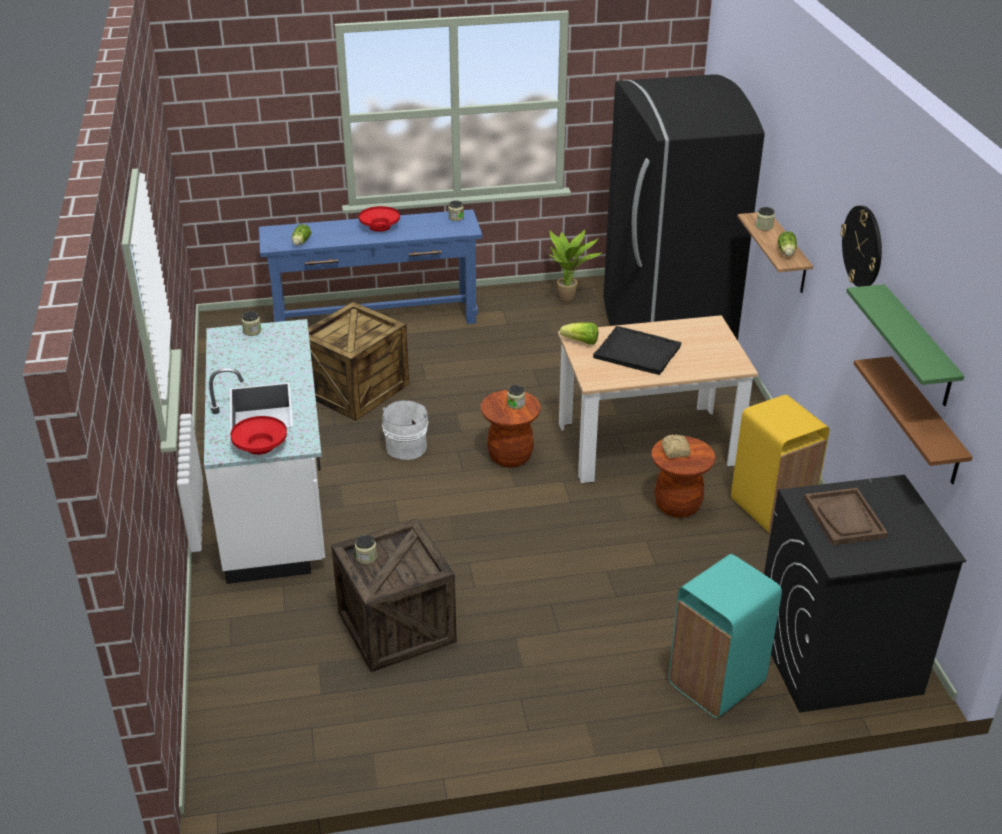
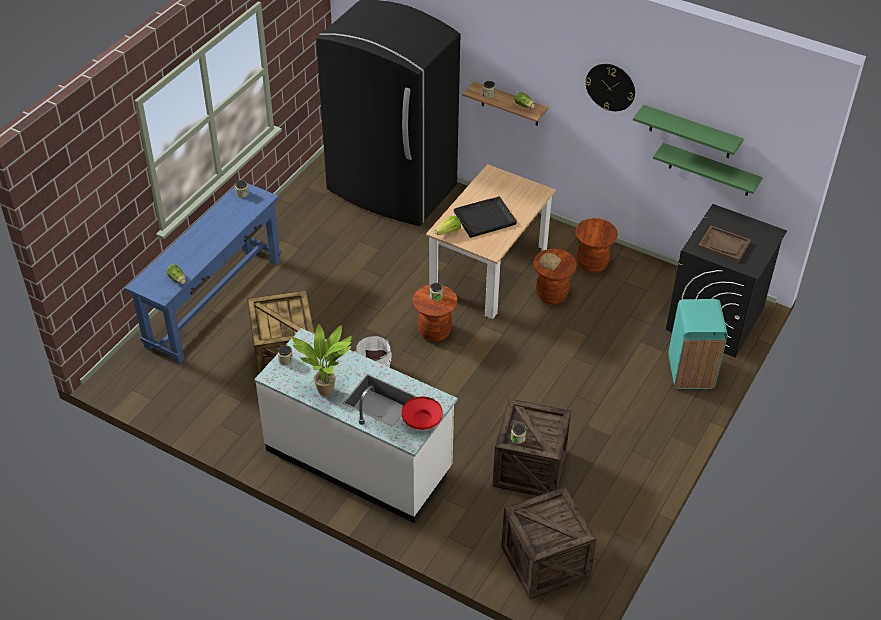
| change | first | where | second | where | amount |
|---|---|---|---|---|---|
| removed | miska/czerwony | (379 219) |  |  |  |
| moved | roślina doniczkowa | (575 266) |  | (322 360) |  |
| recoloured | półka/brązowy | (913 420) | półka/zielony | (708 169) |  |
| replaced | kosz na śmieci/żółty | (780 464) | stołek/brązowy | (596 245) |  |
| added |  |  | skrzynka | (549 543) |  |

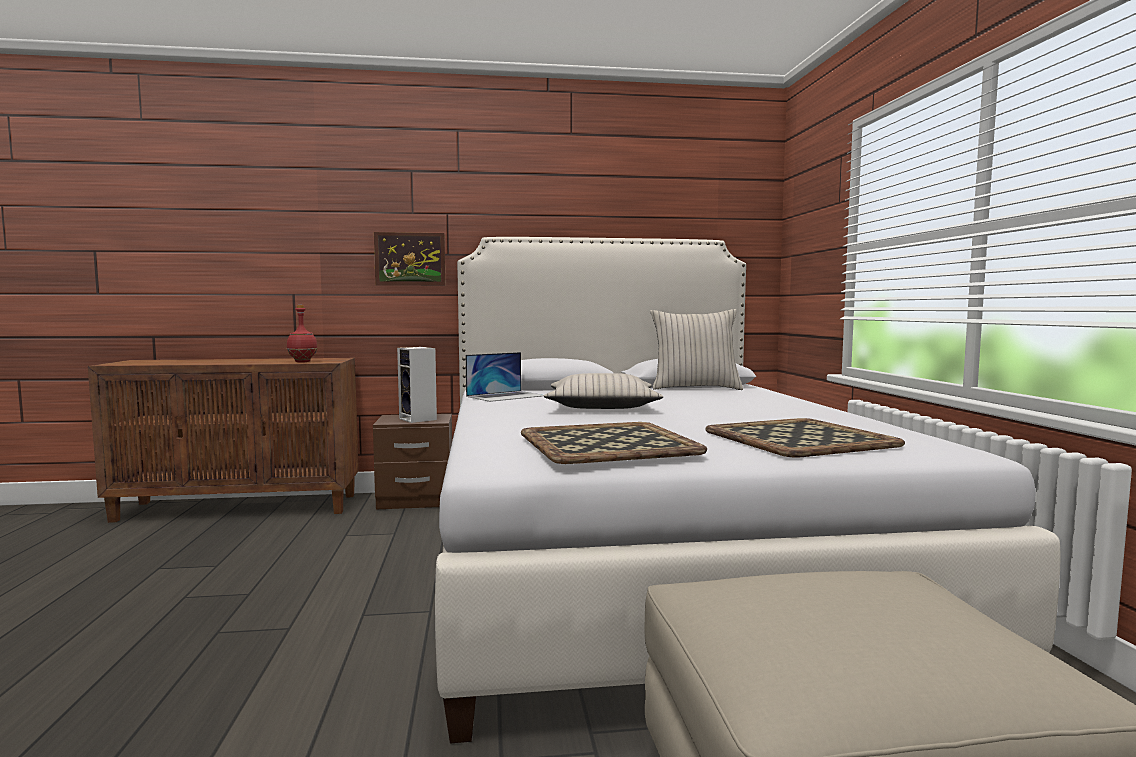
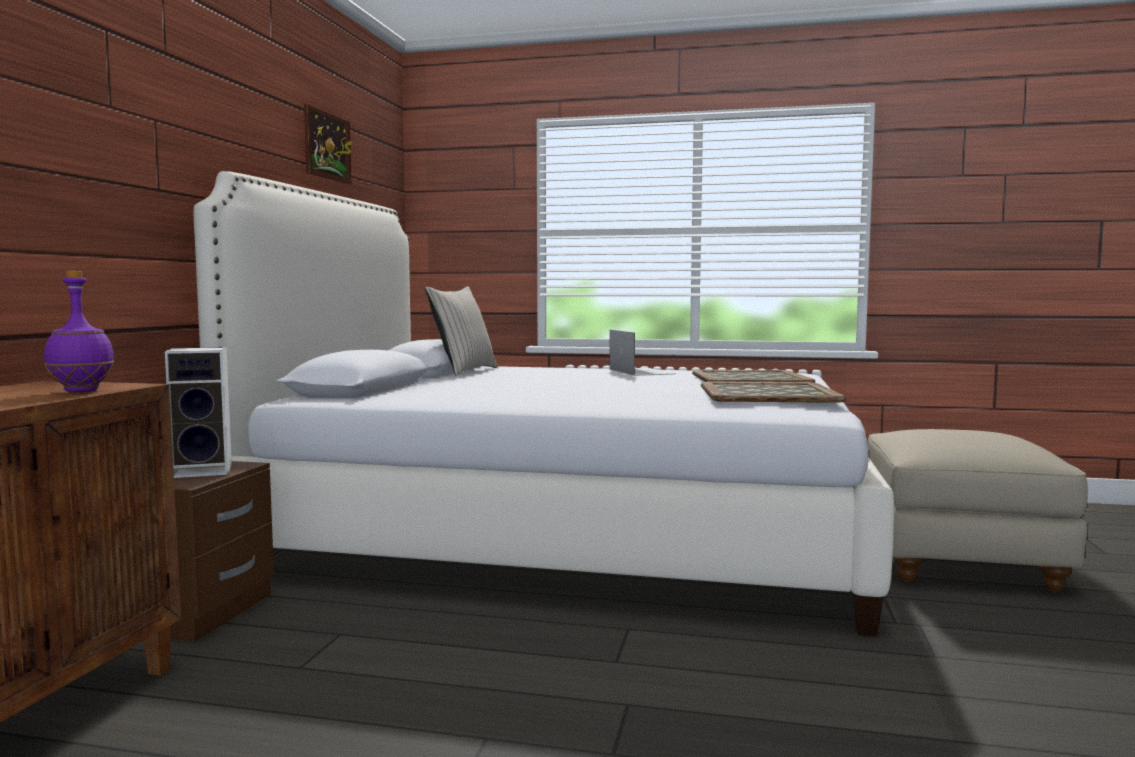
| change | first | where | second | where | amount |
|---|---|---|---|---|---|
| moved | obraz | (410 259) |  | (328 144) |  |
| recoloured | butelka/czerwony | (302 334) | butelka/fioletowy | (79 331) |  |
| moved | laptop | (505 377) |  | (643 353) |  |
| removed | poduszka/beżowy | (603 391) |  |  |  |

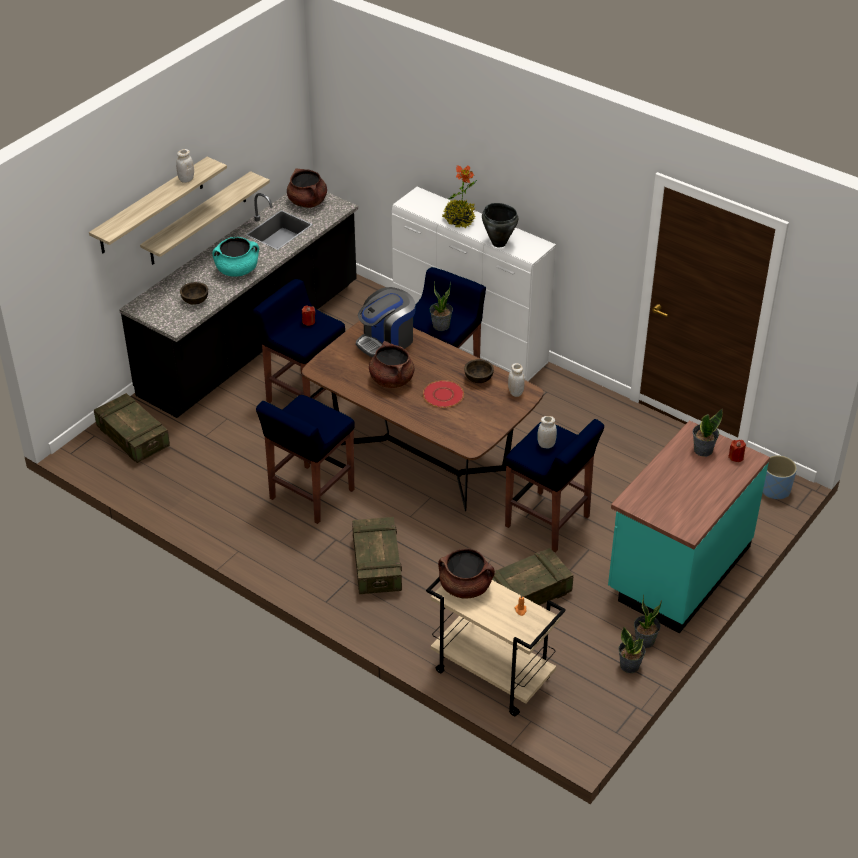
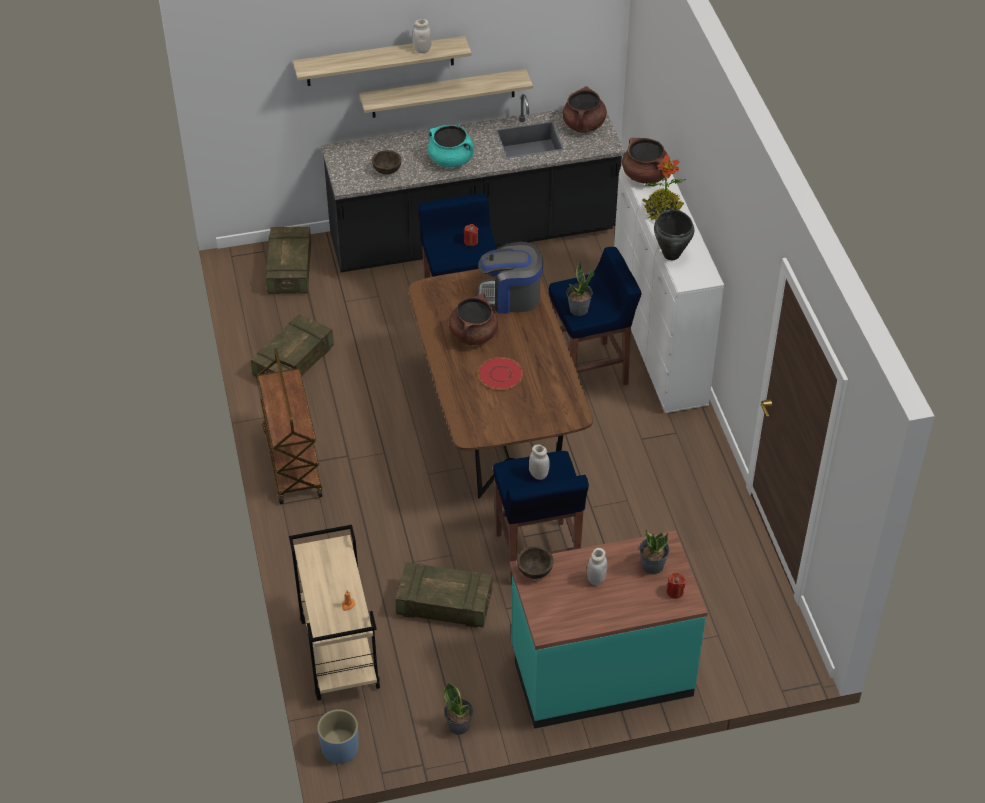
| change | first | where | second | where | amount |
|---|---|---|---|---|---|
| moved | miska/brązowy | (479 371) |  | (535 562) |  |
| moved | słoik/biały | (516 380) |  | (597 566) |  |
| removed | stołek/niebieski | (305 459) |  |  |  |
| moved | donica/niebieski | (780 477) |  | (337 736) |  |
| moved | skrzynka | (377 555) |  | (292 345) |  |
| moved | garnek/brązowy | (466 573) |  | (646 161) |  |
| removed | roślina doniczkowa | (648 621) |  |  |  |
| added |  |  | wózek/brązowy | (290 426) |  |

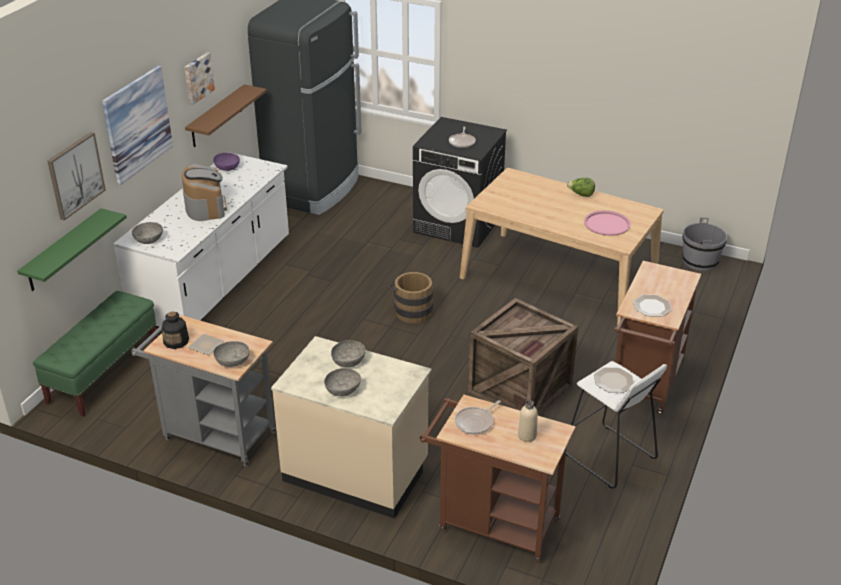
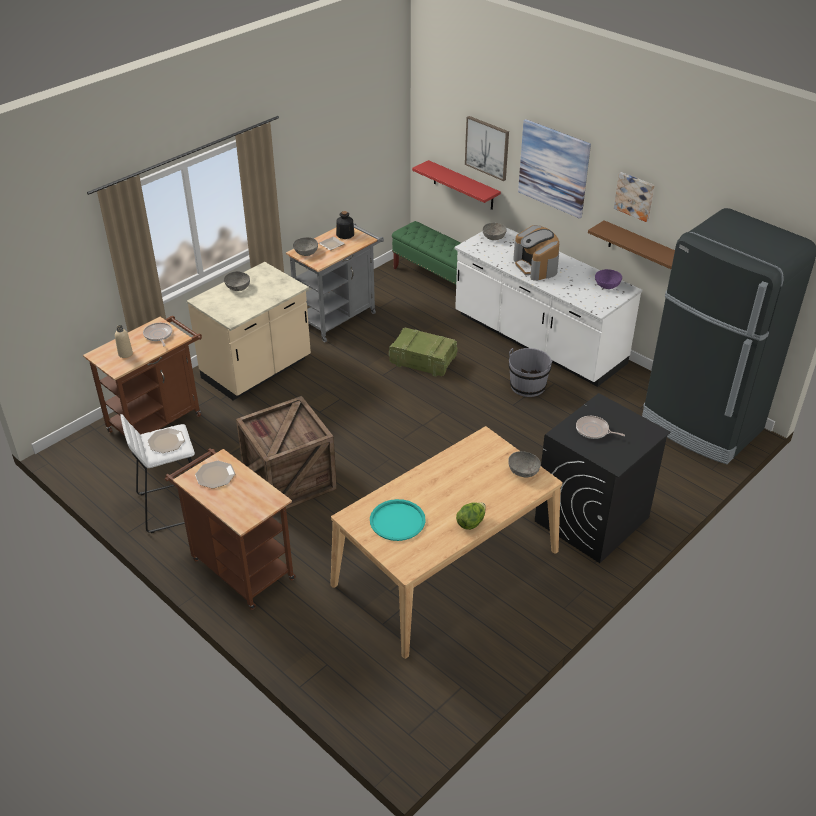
| change | first | where | second | where | amount |
|---|---|---|---|---|---|
| turned | ekspres do kawy | (204 192) |  | (536 253) | 60 degrees clockwise |
| recoloured | półka/zielony | (72 249) | półka/czerwony | (456 185) |  |
| recoloured | taca/różowy | (607 223) | taca/turkusowy | (398 520) |  |
| moved | wiadro/szary | (704 244) |  | (531 372) |  |
| removed | wiadro/brązowy | (410 297) |  |  |  |
| moved | miska/szary | (348 353) |  | (524 464) |  |
| added |  |  | skrzynka | (423 352) |  |

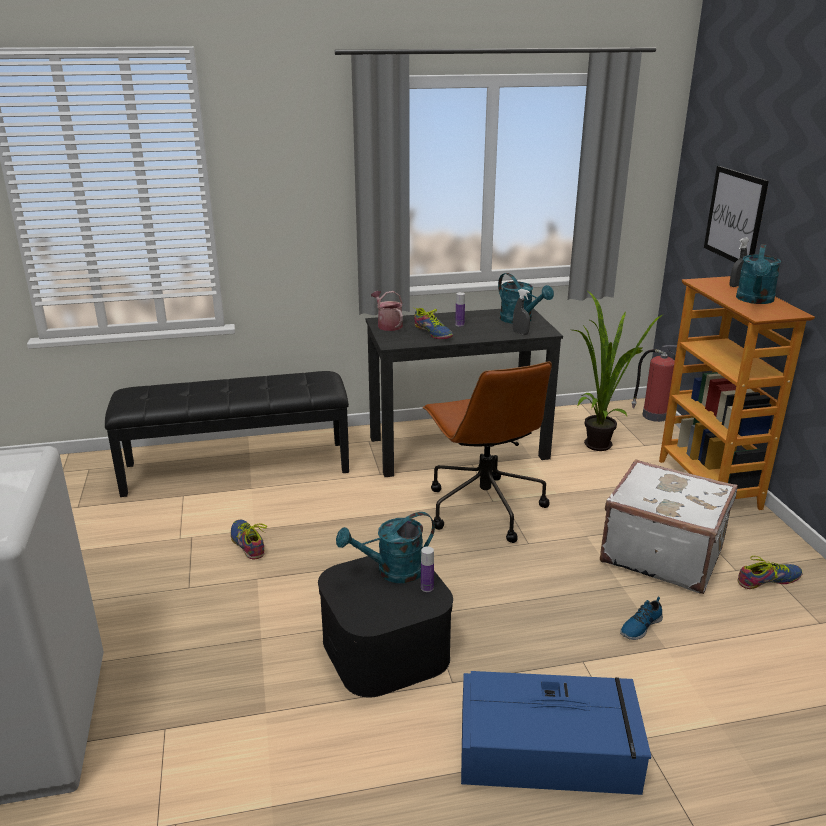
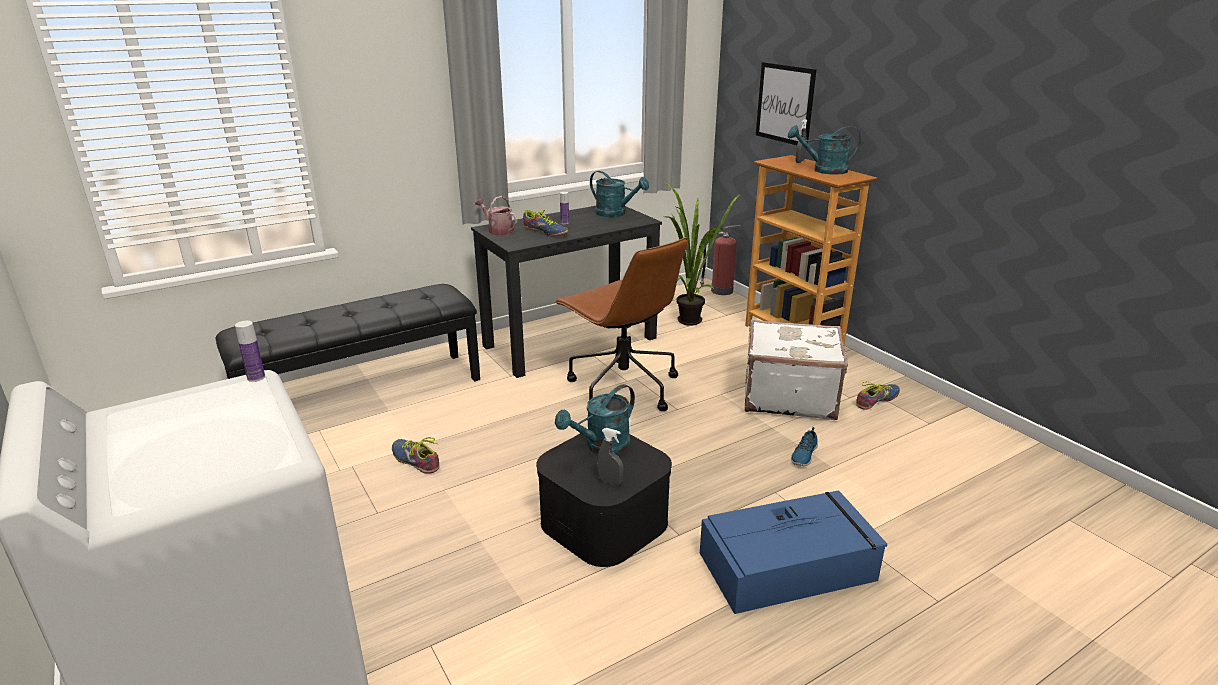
| change | first | where | second | where | amount |
|---|---|---|---|---|---|
| turned | konewka/turkusowy | (758 274) |  | (824 150) | 90 degrees clockwise |
| moved | spryskiwacz/szary | (521 312) |  | (610 457) |  |
| moved | butelka | (427 569) |  | (250 351) |  |

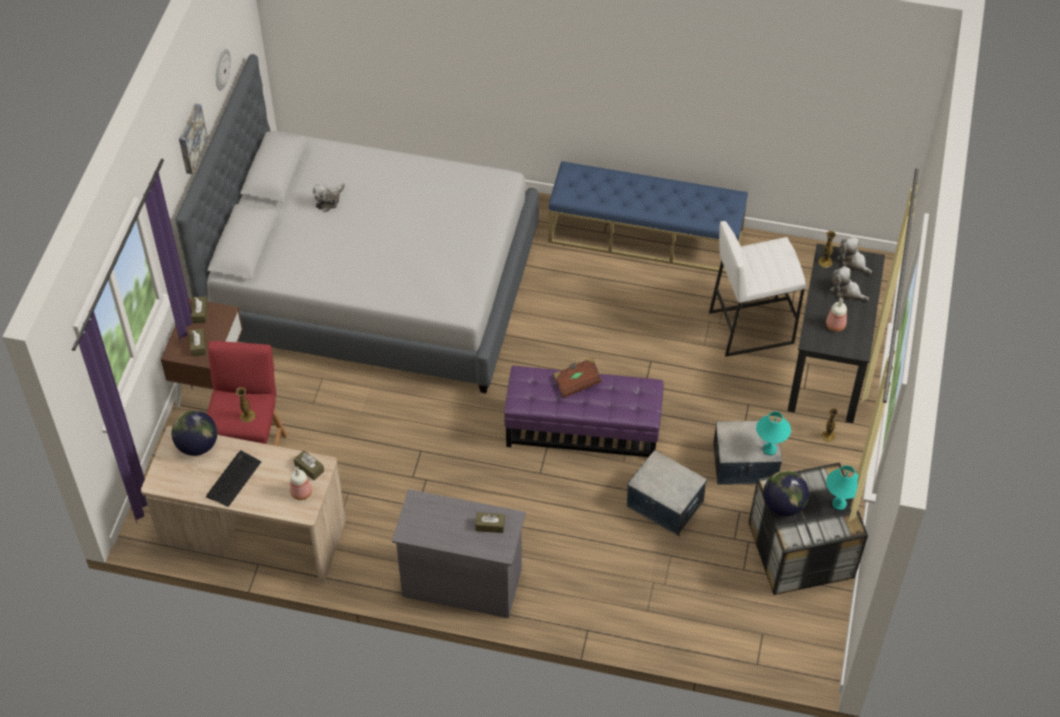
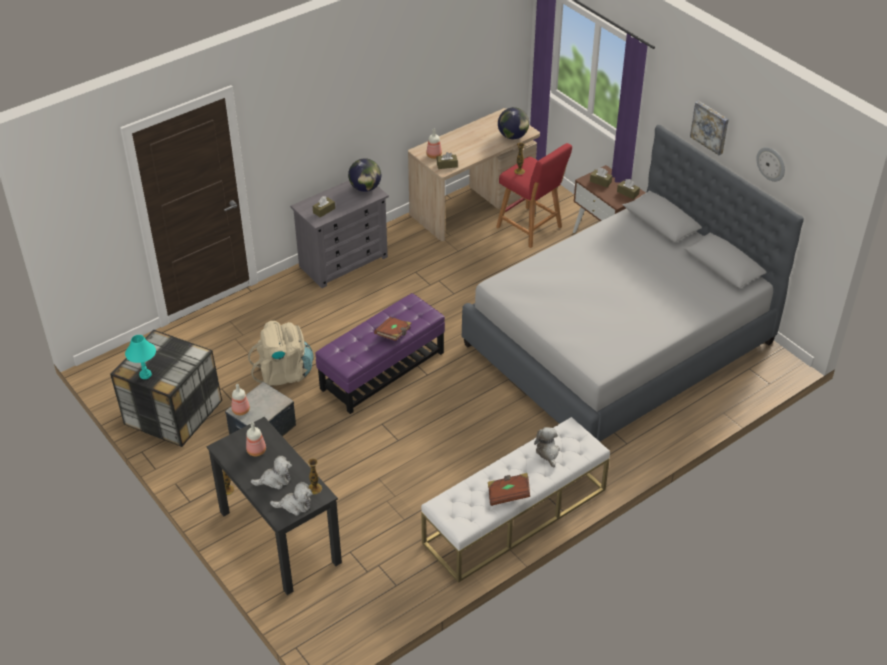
| change | first | where | second | where | amount |
|---|---|---|---|---|---|
| recoloured | ławka/niebieski | (648 217) | ławka/biały | (515 500) |  |
| moved | pluszak | (329 197) |  | (547 447) |  |
| removed | stołek/biały | (757 289) |  |  |  |
| replaced | lampa stołowa/turkusowy | (773 433) | butelka | (240 399) |  |
| removed | klawiatura | (233 478) |  |  |  |
| replaced | pojemnik do przechowywania | (667 493) | plecak/beżowy | (281 353) |  |
| moved | globus | (786 493) |  | (364 175) |  |
| added |  |  | książka/brązowy | (509 489) |  |

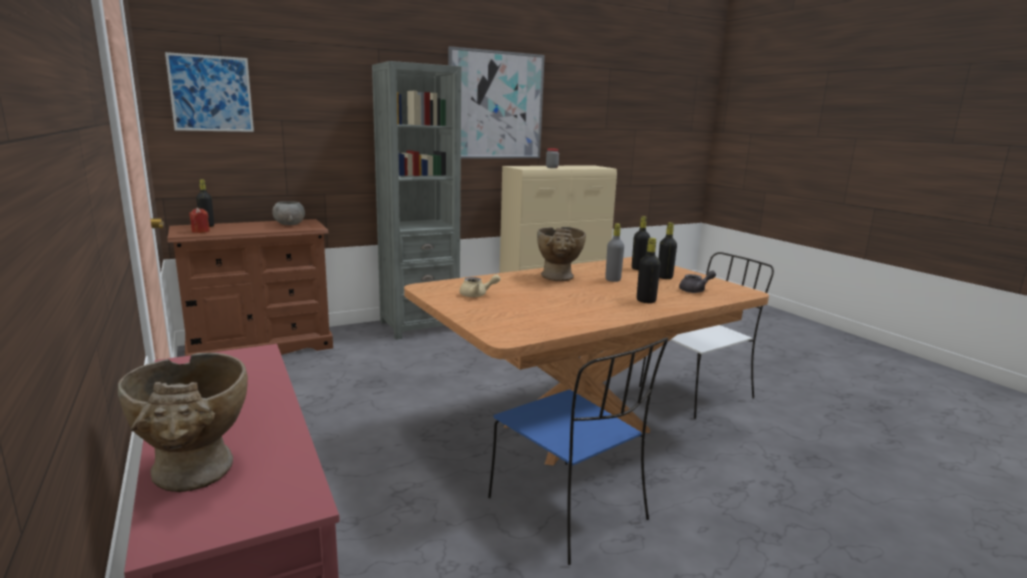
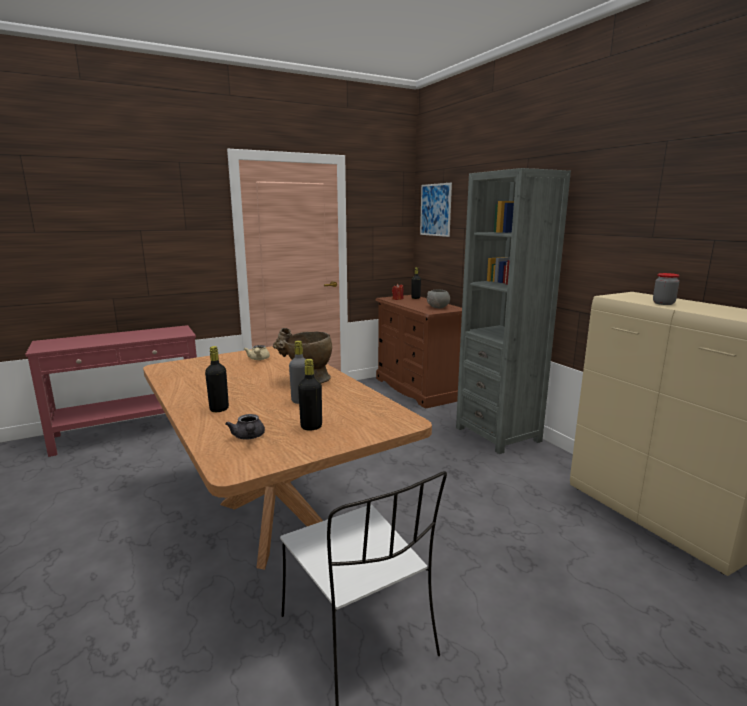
| change | first | where | second | where | amount |
|---|---|---|---|---|---|
| removed | obraz | (496 102) |  |  |  |
| removed | butelka/czarny | (641 243) |  |  |  |
| removed | krzesło/niebieski | (578 451) |  |  |  |
| removed | wazon/beżowy | (183 422) |  |  |  |

